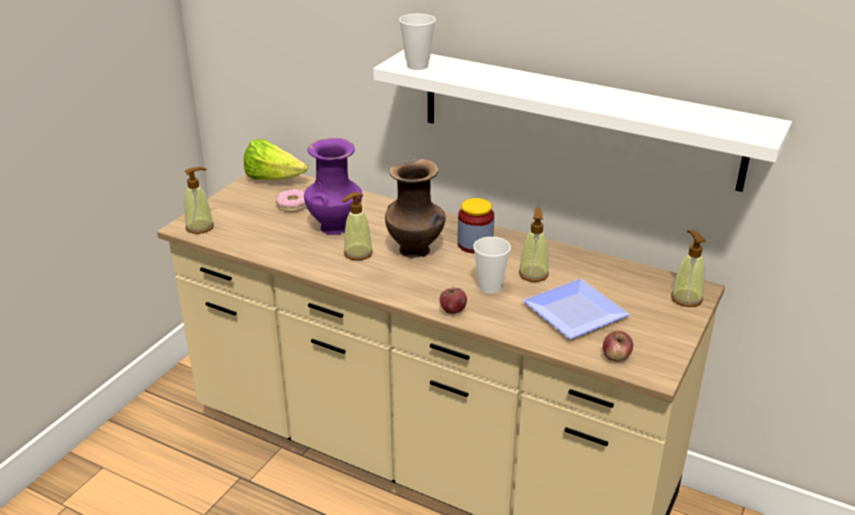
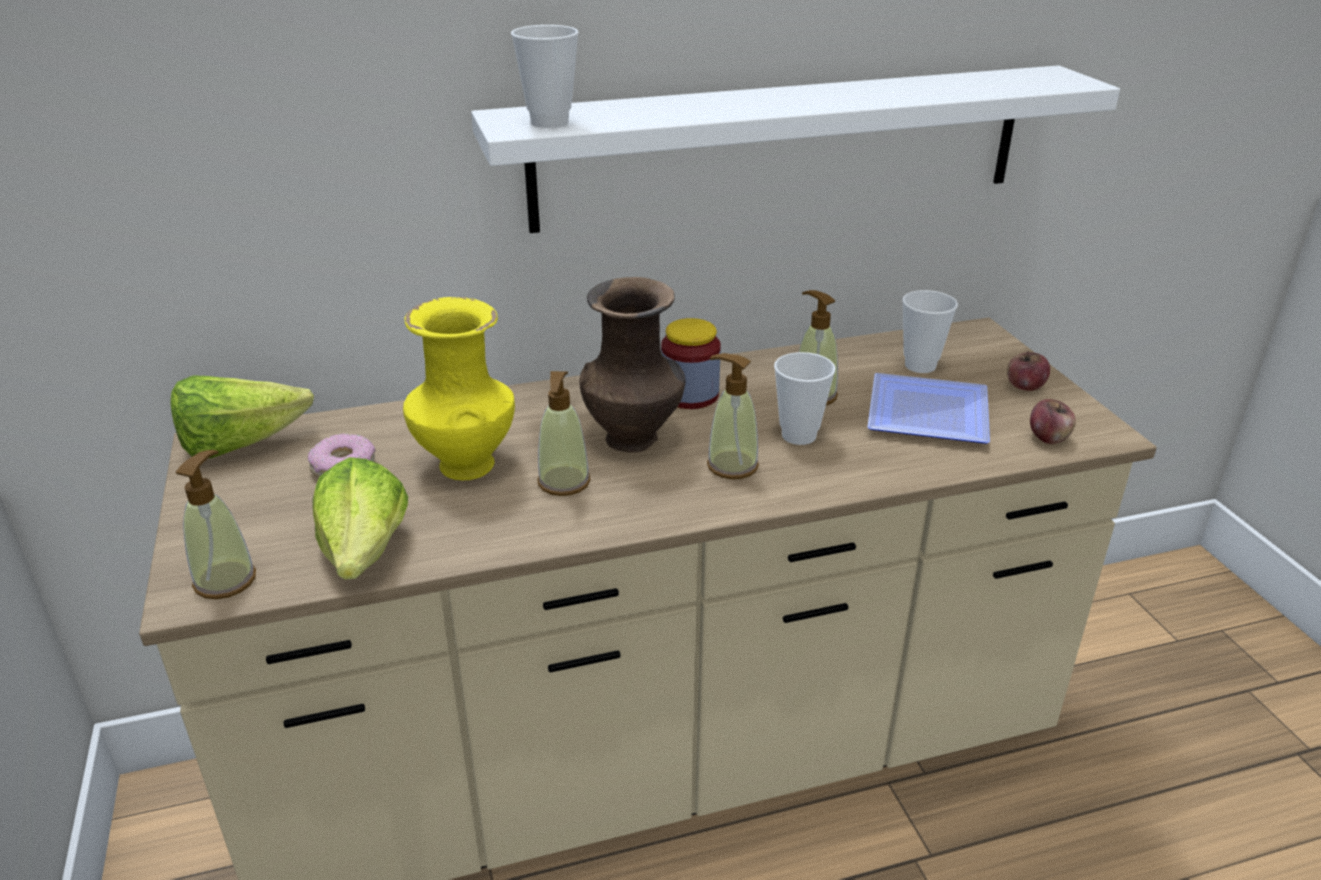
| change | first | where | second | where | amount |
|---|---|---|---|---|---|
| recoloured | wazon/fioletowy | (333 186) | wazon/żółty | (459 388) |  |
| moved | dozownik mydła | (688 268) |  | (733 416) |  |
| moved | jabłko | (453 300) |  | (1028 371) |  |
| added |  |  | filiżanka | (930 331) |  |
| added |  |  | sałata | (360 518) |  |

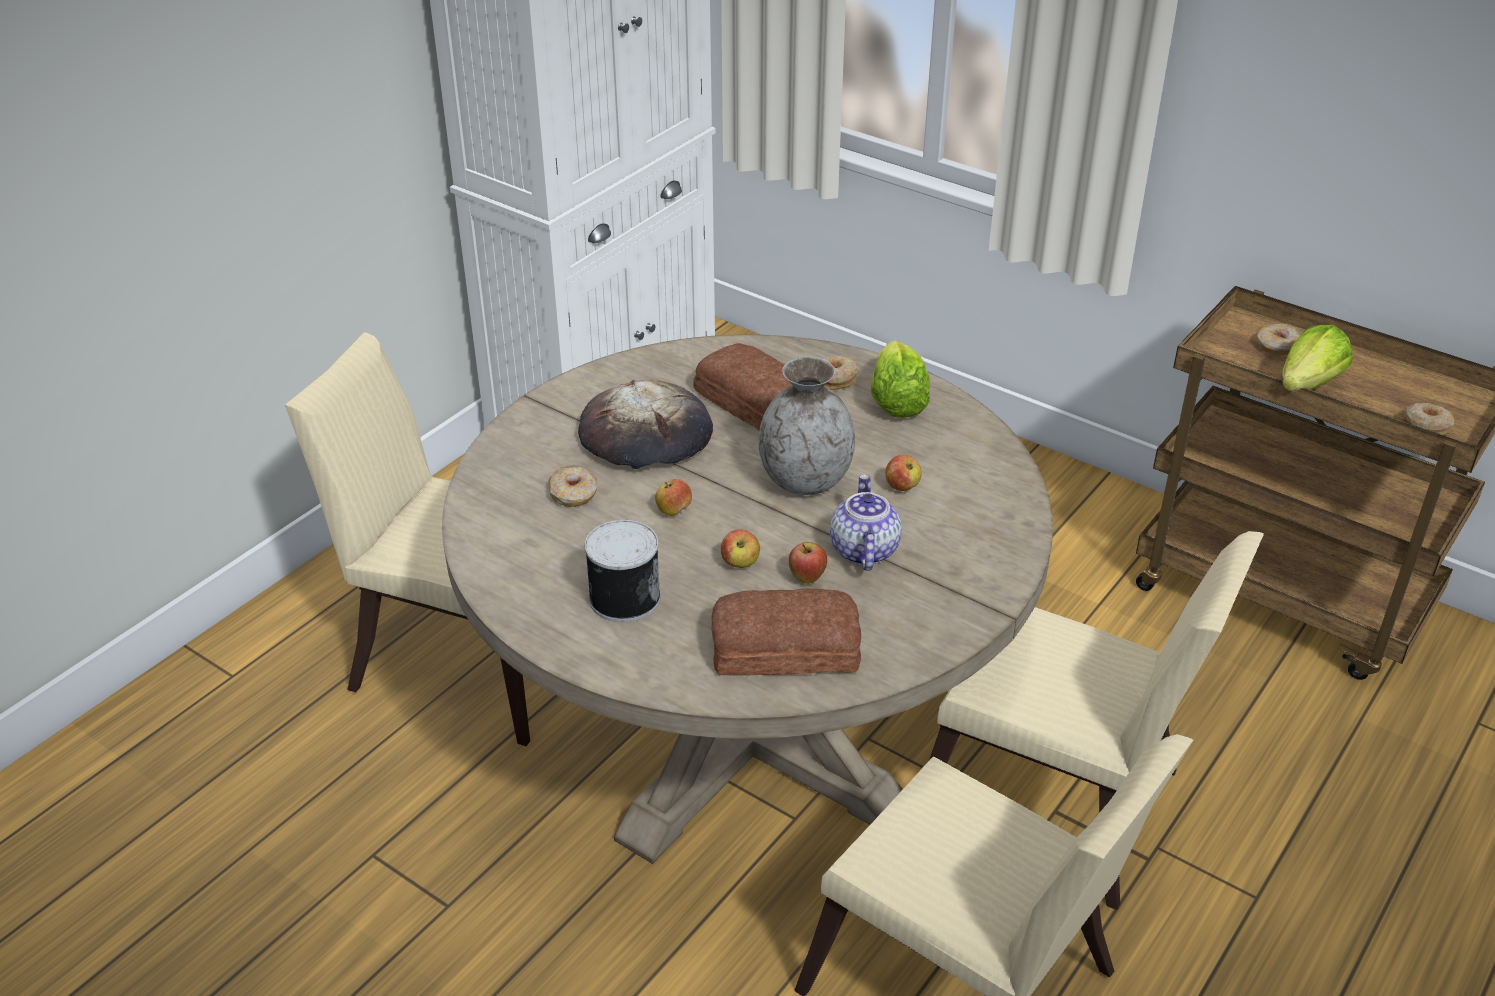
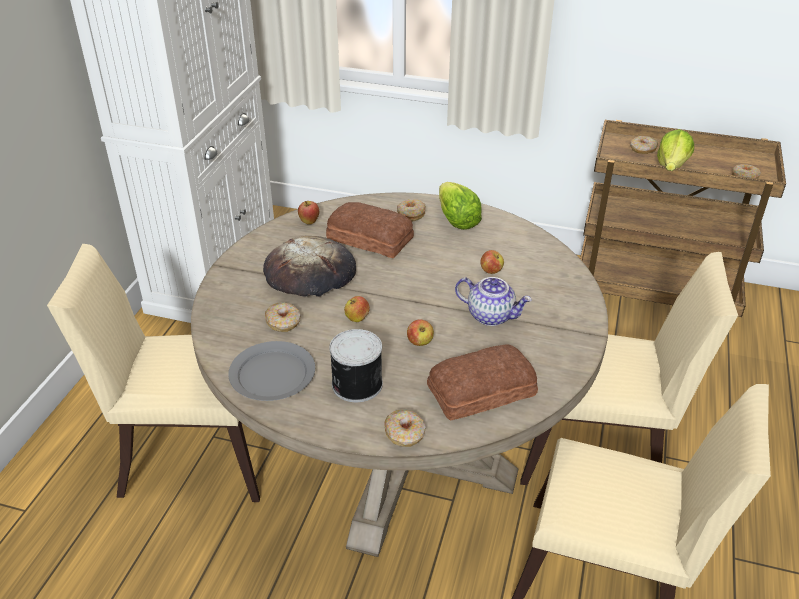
| change | first | where | second | where | amount |
|---|---|---|---|---|---|
| removed | wazon/szary | (807 425) |  |  |  |
| turned | imbryk | (866 522) |  | (493 301) | 135 degrees clockwise |
| moved | jabłko | (808 563) |  | (308 213) |  |
| added |  |  | talerz/szary | (271 371) |  |
| added |  |  | donut | (405 428) |  |

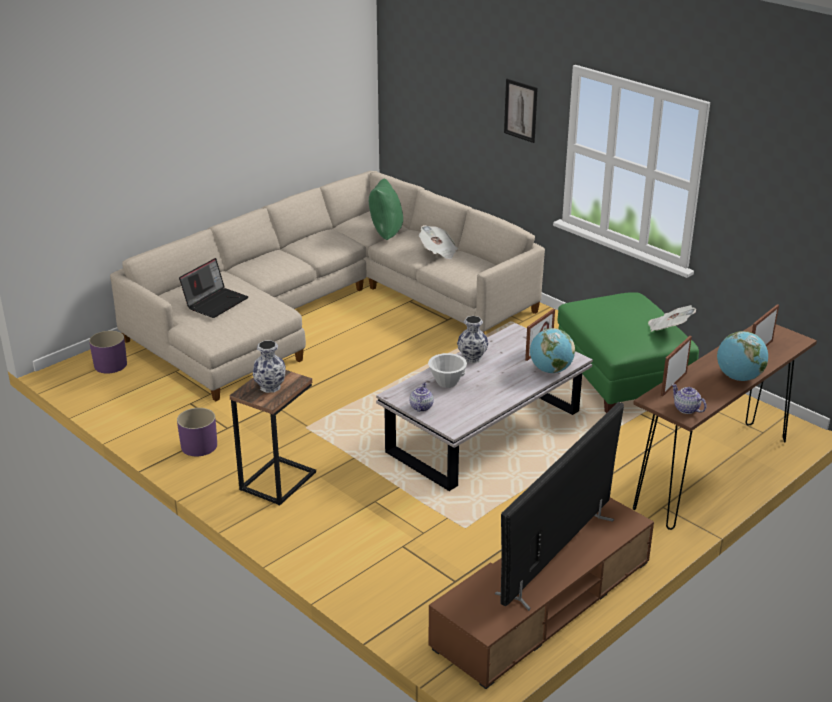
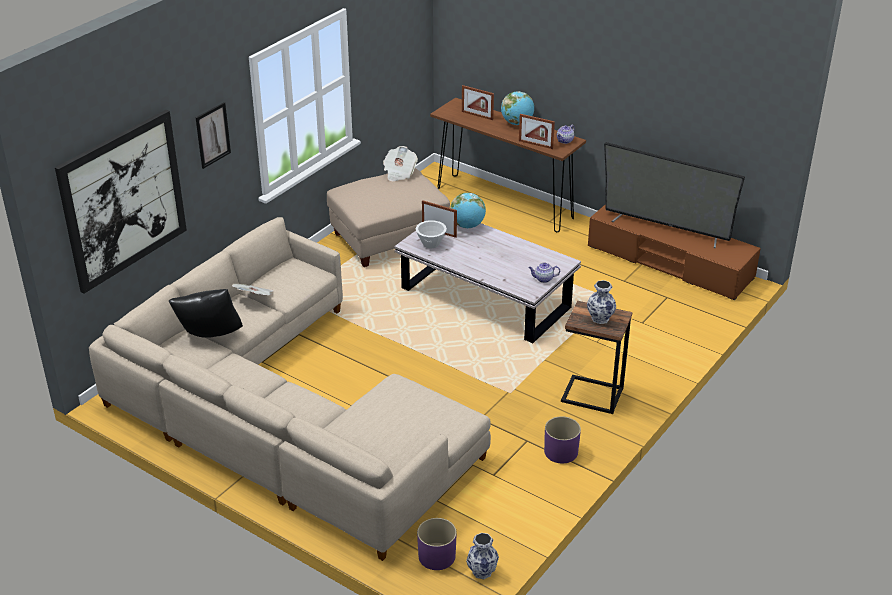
| change | first | where | second | where | amount |
|---|---|---|---|---|---|
| recoloured | poduszka/zielony | (386 209) | poduszka/czarny | (206 313) |  |
| removed | laptop | (213 288) |  |  |  |
| recoloured | pufa/zielony | (628 352) | pufa/beżowy | (388 217) |  |
| moved | wazon | (472 339) |  | (482 556) |  |
| moved | miska/biały | (447 370) |  | (431 234) |  |
| added |  |  | obraz | (121 202) |  |

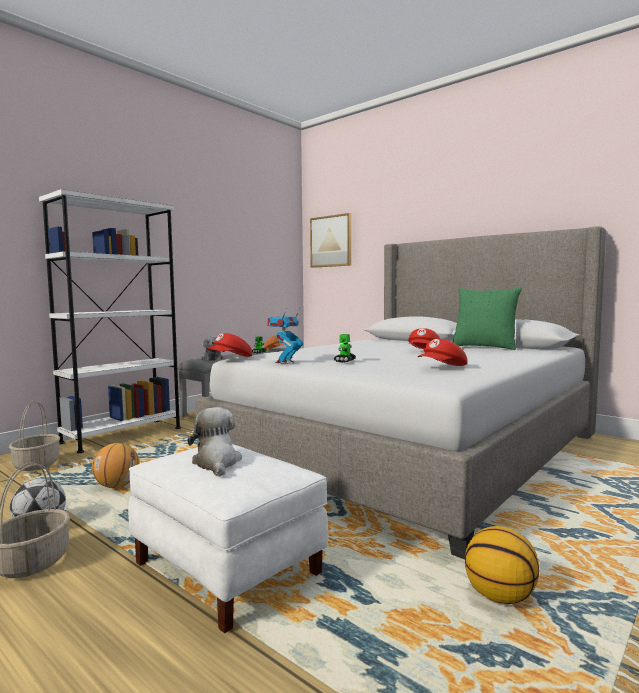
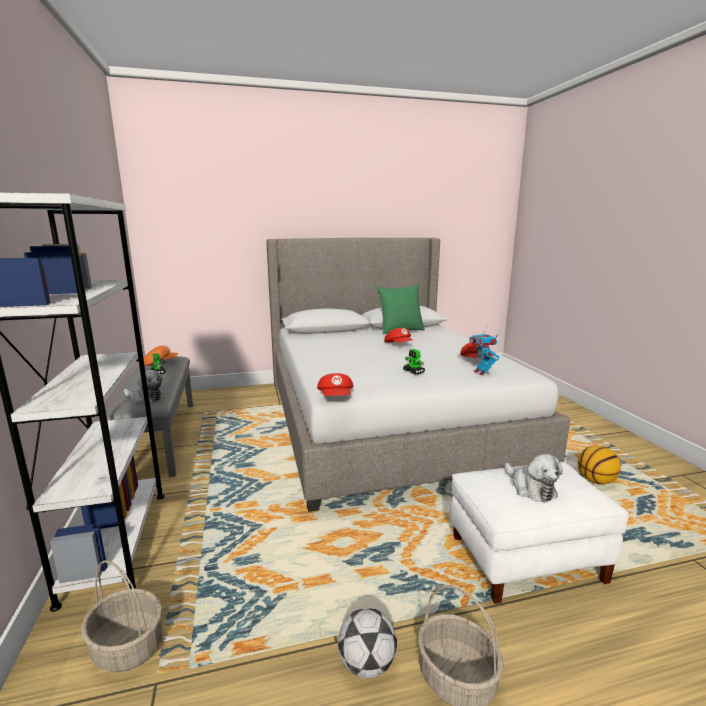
| change | first | where | second | where | amount |
|---|---|---|---|---|---|
| removed | obraz | (330 240) |  |  |  |
| moved | robot zabawkowy | (285 336) |  | (484 350) |  |
| turned | pluszak | (214 441) |  | (533 478) | 135 degrees counterclockwise |
| removed | piłka do koszykówki | (116 465) |  |  |  |

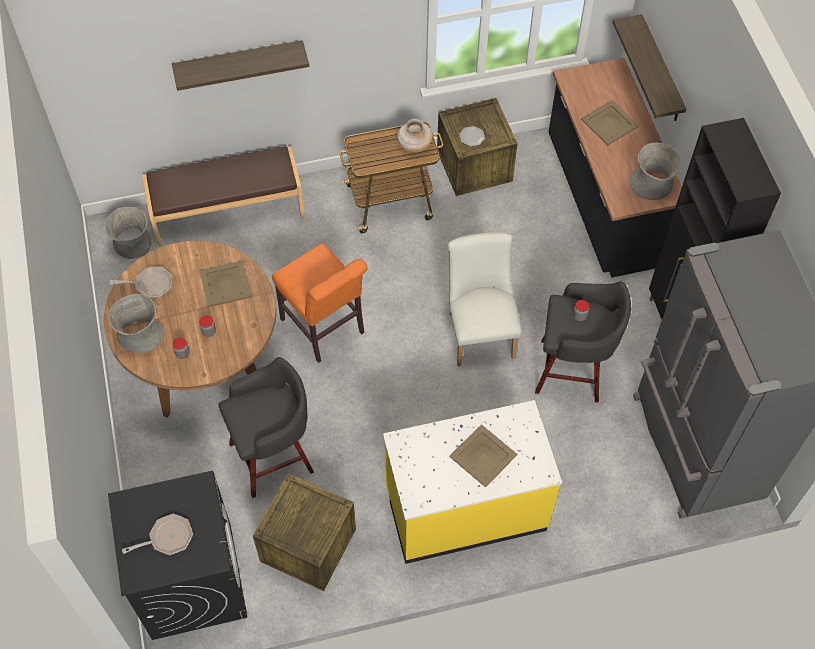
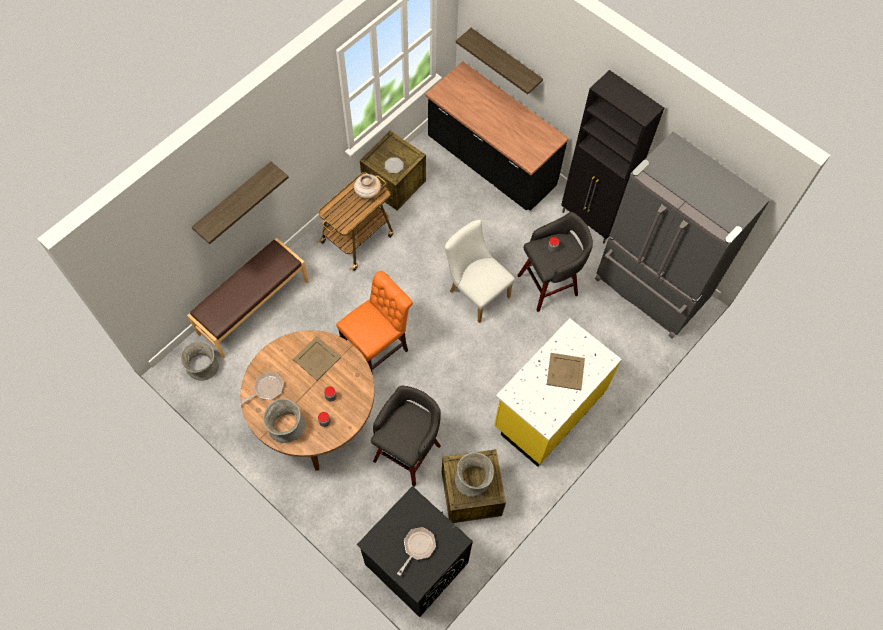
| change | first | where | second | where | amount |
|---|---|---|---|---|---|
| removed | taca/beżowy | (610 123) |  |  |  |
| moved | wazon/szary | (655 171) |  | (474 474) |  |
| turned | krzesło/pomarańczowy | (320 303) |  | (374 322) | 60 degrees counterclockwise |

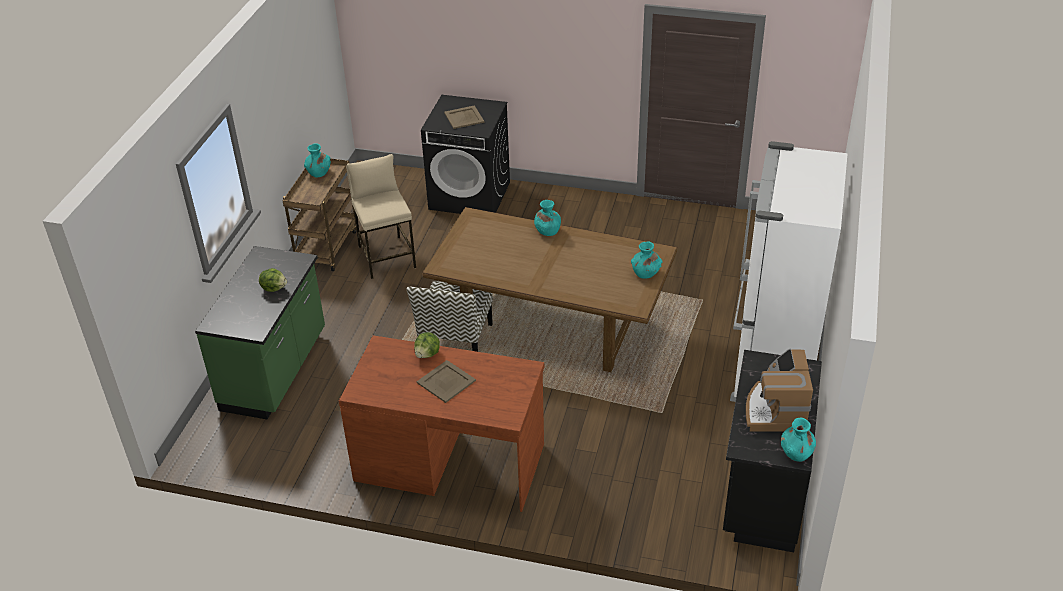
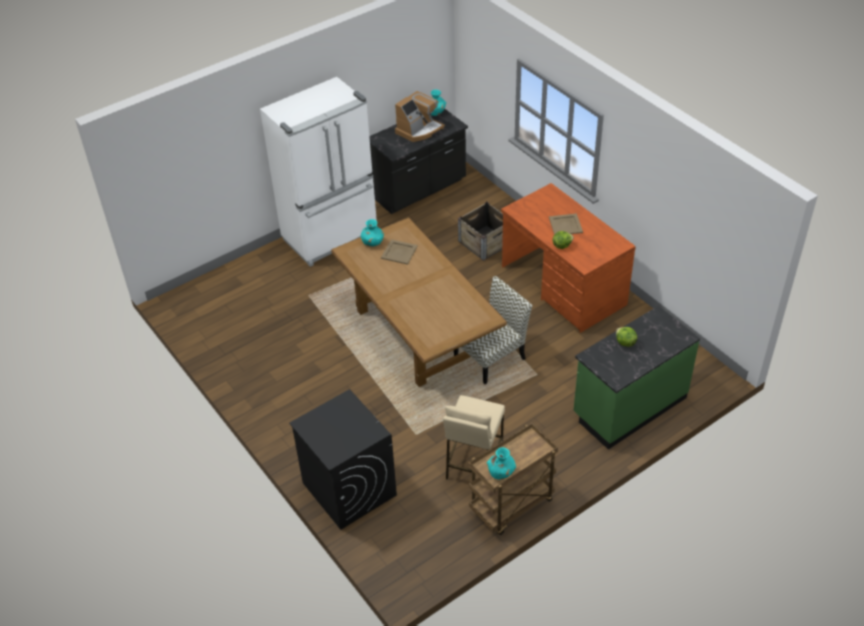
| change | first | where | second | where | amount |
|---|---|---|---|---|---|
| moved | taca/beżowy | (464 117) |  | (399 252) |  |
| removed | wazon/turkusowy | (547 218) |  |  |  |
| added |  |  | skrzynka | (480 231) |  |

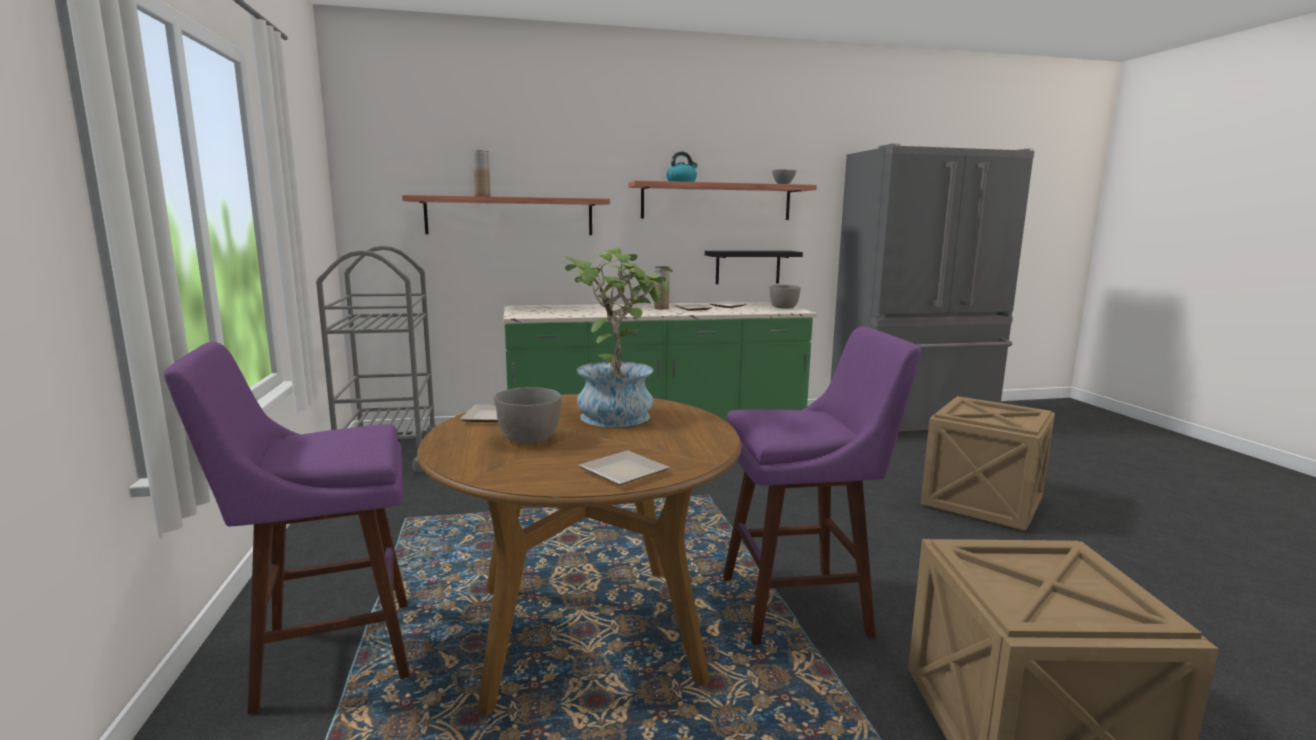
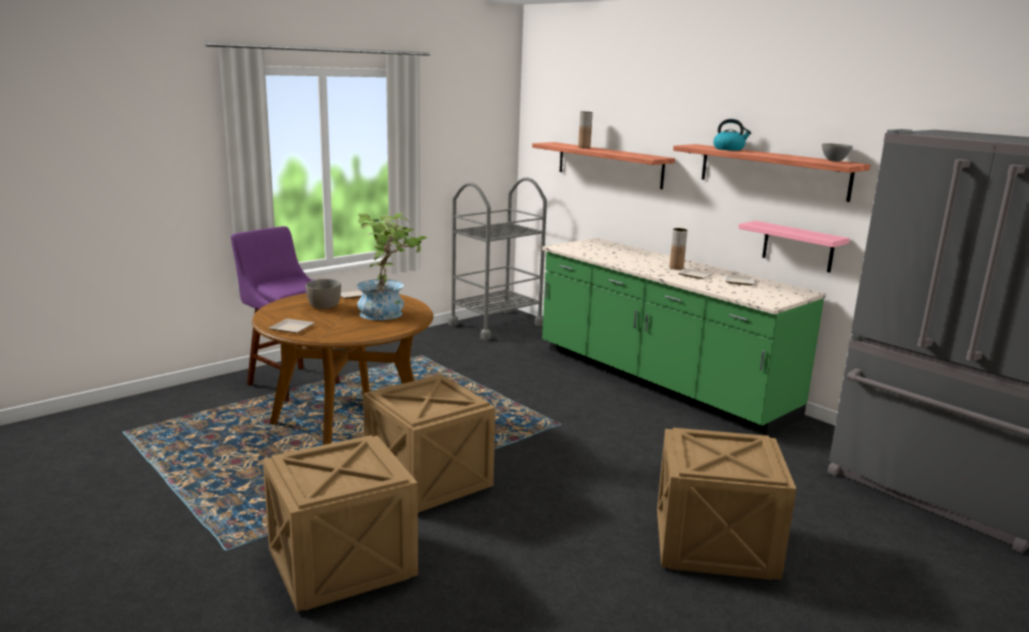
| change | first | where | second | where | amount |
|---|---|---|---|---|---|
| recoloured | półka/czarny | (754 267) | półka/różowy | (794 247) |  |
| removed | miska/szary | (785 297) |  |  |  |
| replaced | stołek/fioletowy | (822 485) | skrzynka | (429 444) |  |

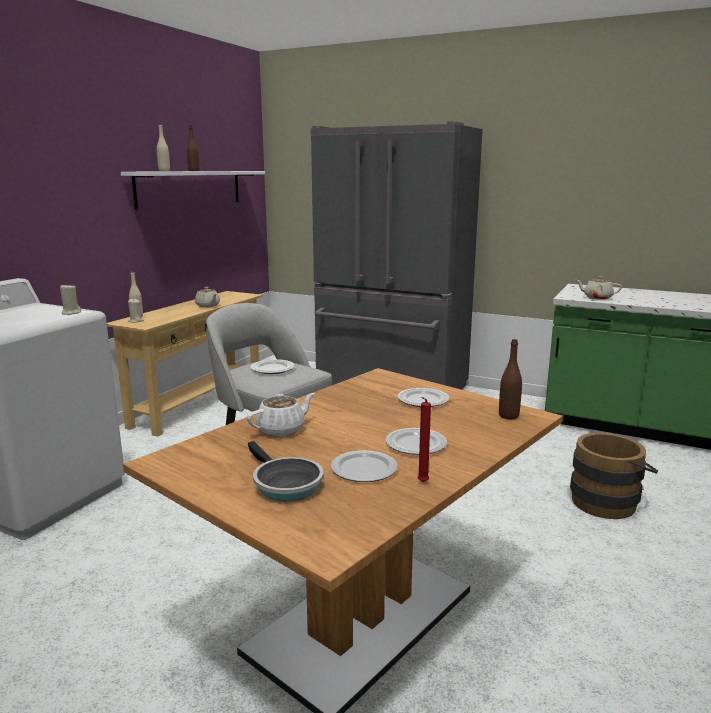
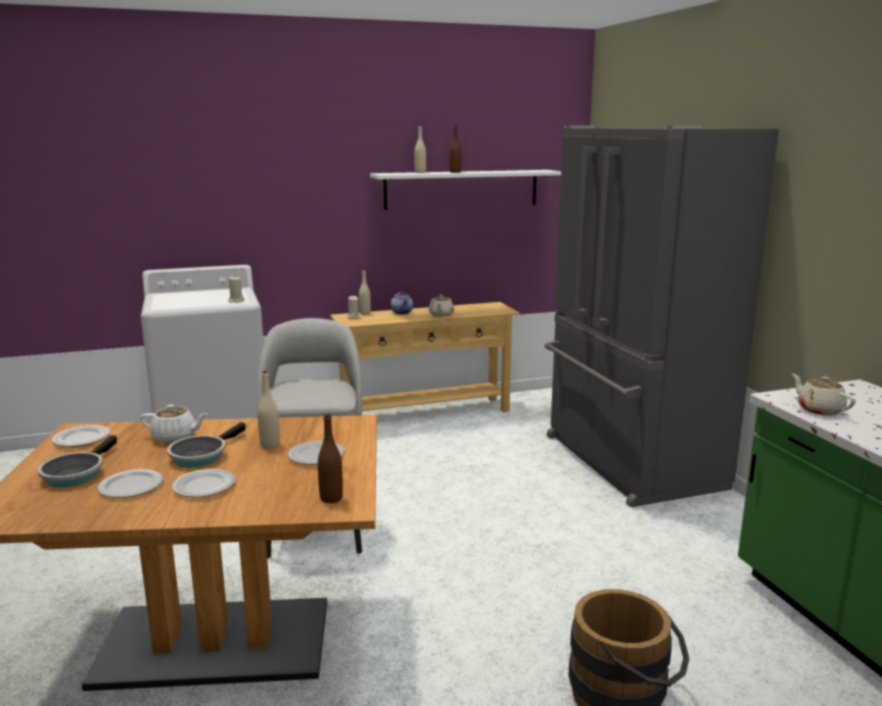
| change | first | where | second | where | amount |
|---|---|---|---|---|---|
| moved | talerz | (273 366) |  | (81 436) |  |
| removed | świeca/czerwony | (424 439) |  |  |  |
| added |  |  | imbryk | (402 303) |  |
| added |  |  | butelka/beżowy | (268 410) |  |
| added |  |  | patelnia | (206 445) |  |

